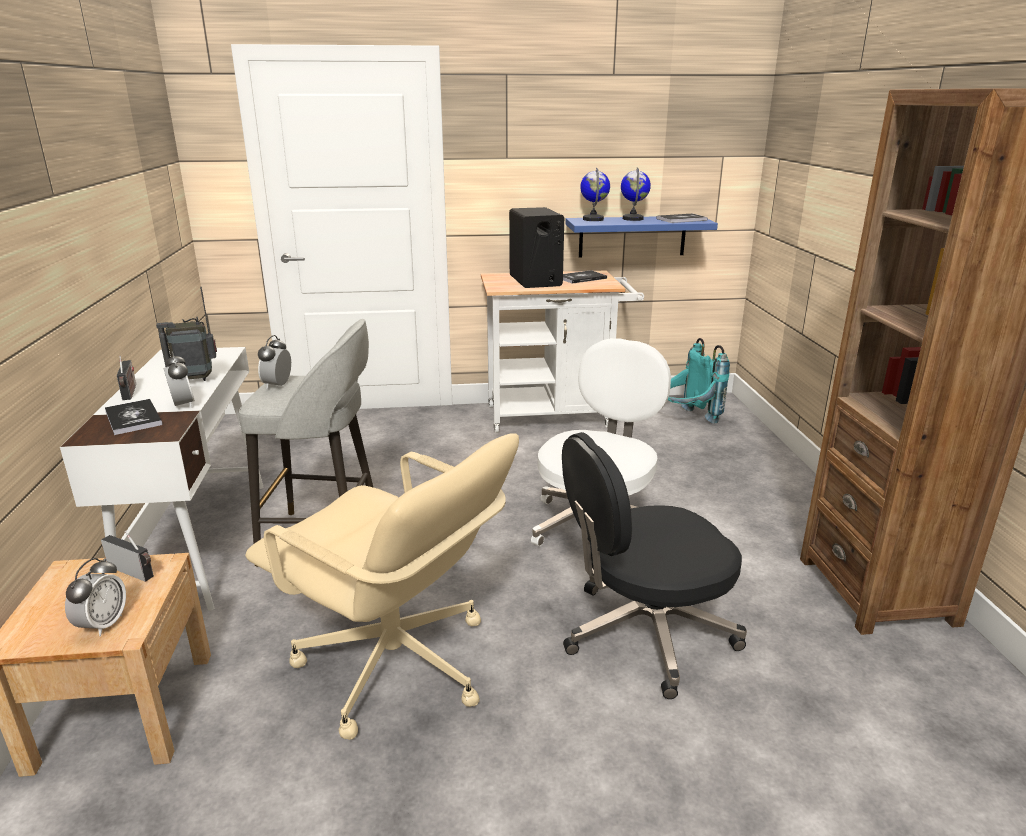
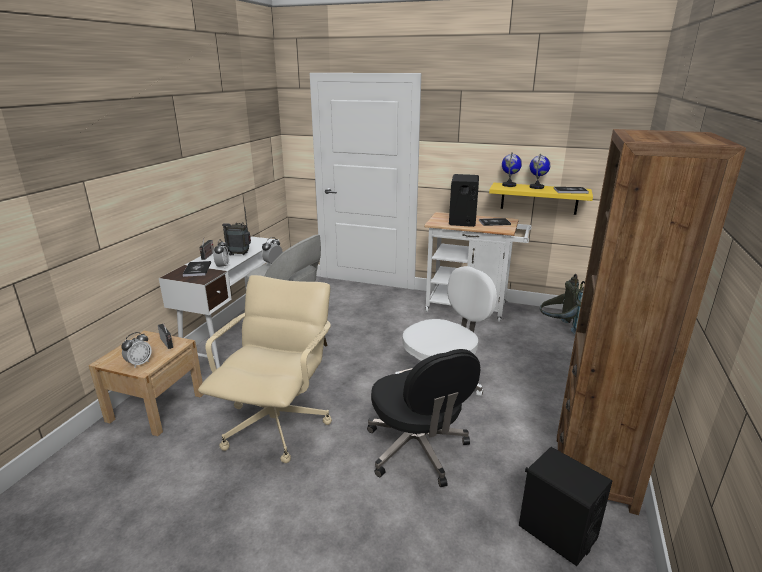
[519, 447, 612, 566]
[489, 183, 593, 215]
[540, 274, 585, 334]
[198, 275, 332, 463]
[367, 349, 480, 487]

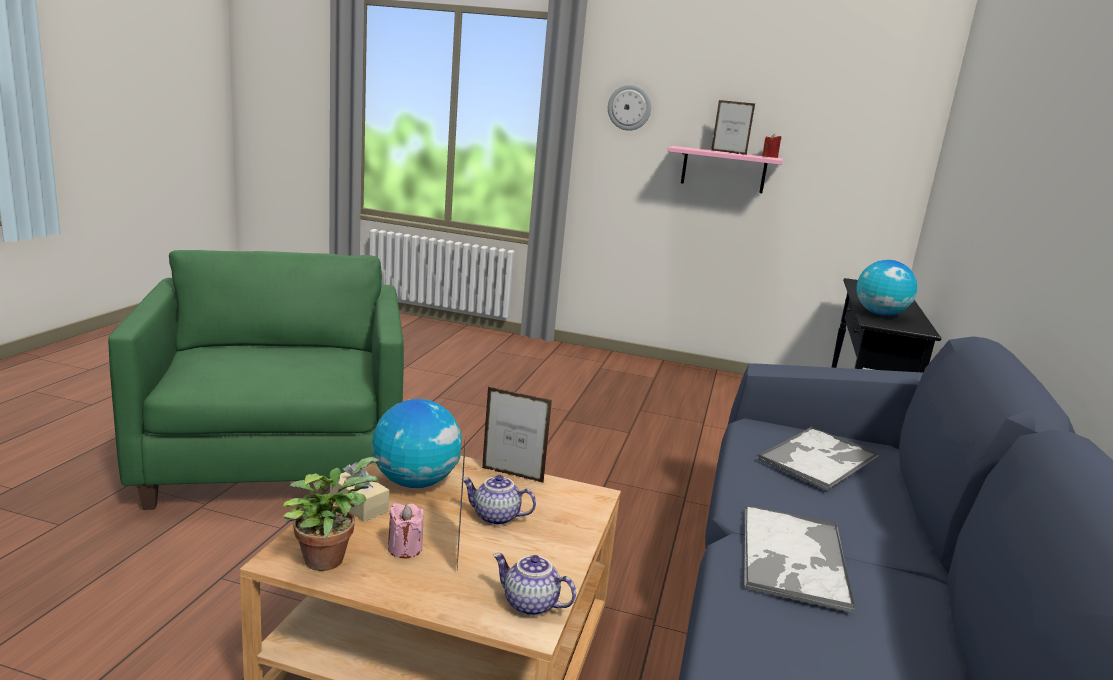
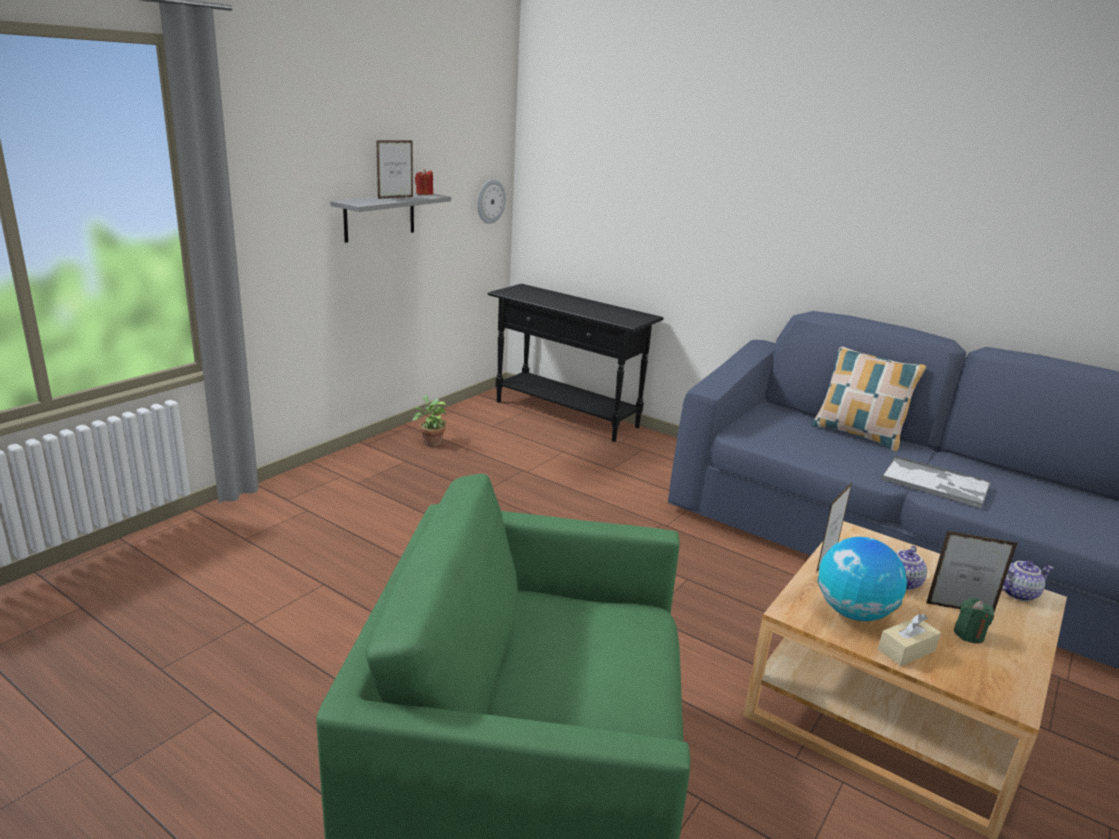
[757, 427, 878, 491] (first image)
[856, 260, 917, 316] (first image)
[812, 347, 927, 452]
[413, 395, 448, 446]
[477, 179, 506, 224]
[954, 598, 994, 644]
[330, 193, 451, 243]
[1002, 561, 1054, 601]

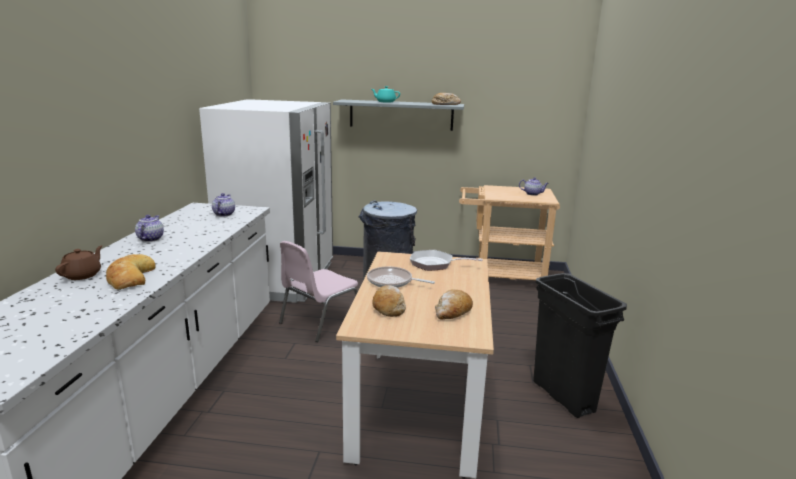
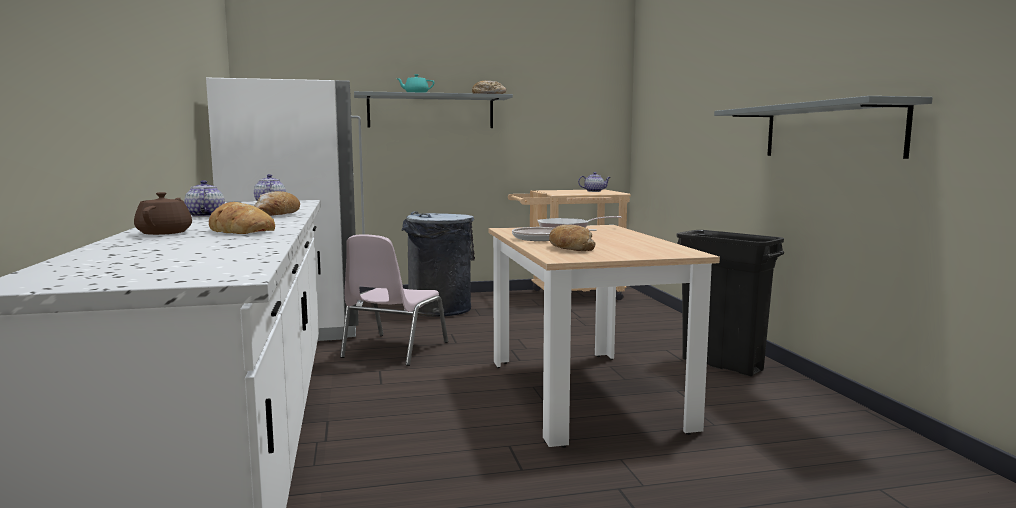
[714, 96, 933, 159]
[254, 191, 300, 216]

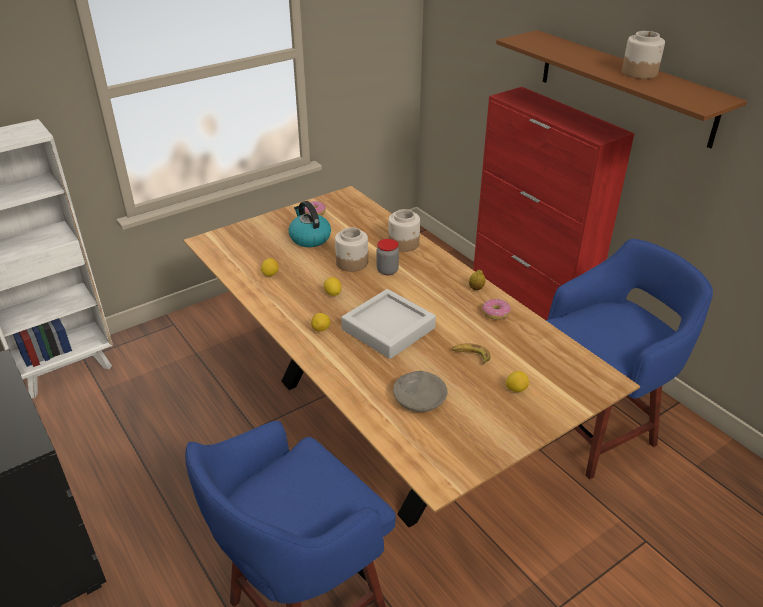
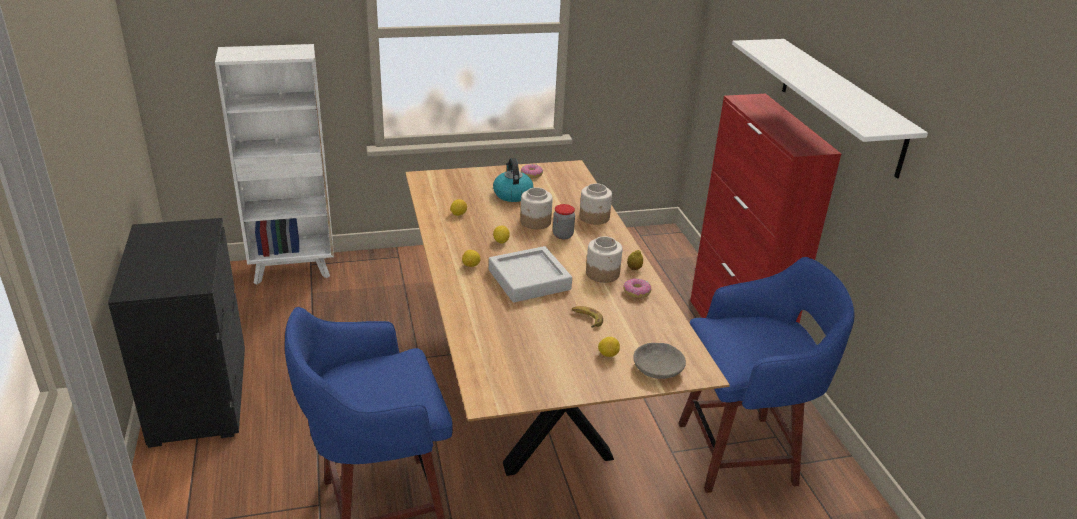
[633, 343, 686, 379]
[586, 236, 622, 283]
[732, 39, 928, 178]

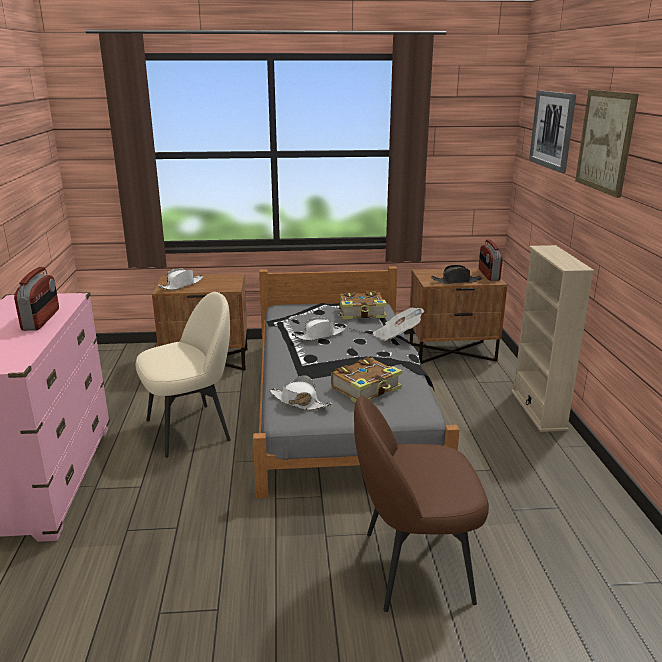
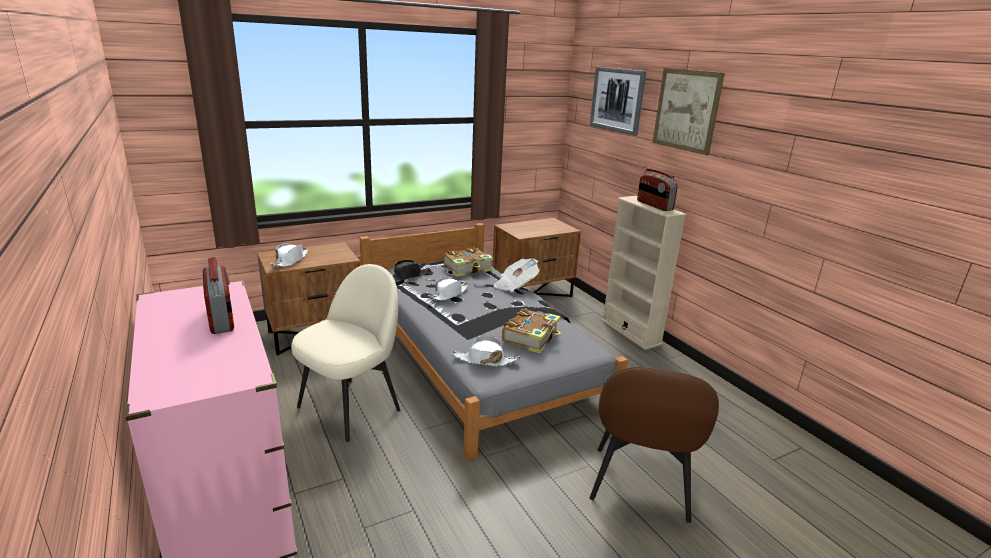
[392, 260, 431, 281]
[637, 168, 678, 211]
[590, 367, 719, 523]

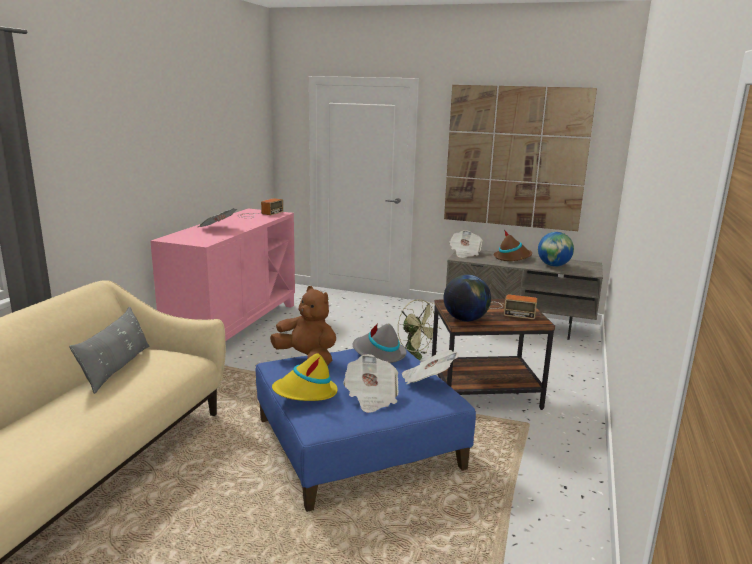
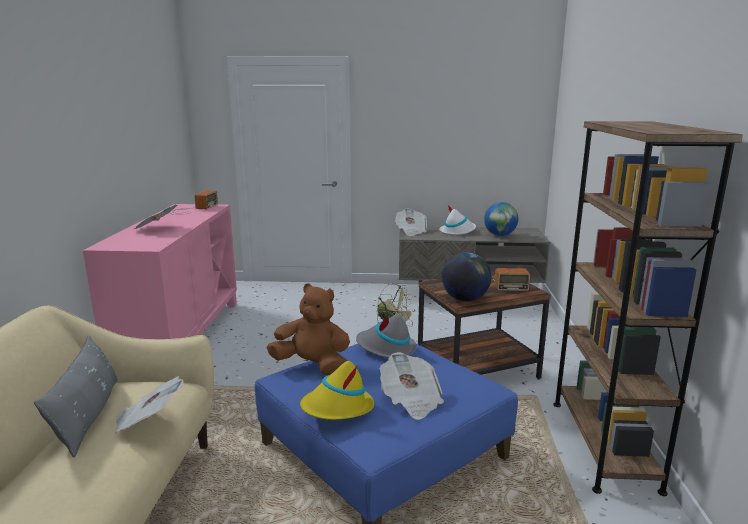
[444, 85, 597, 231] (first image)
[553, 121, 743, 496]
[115, 376, 184, 434]
[439, 205, 476, 235]

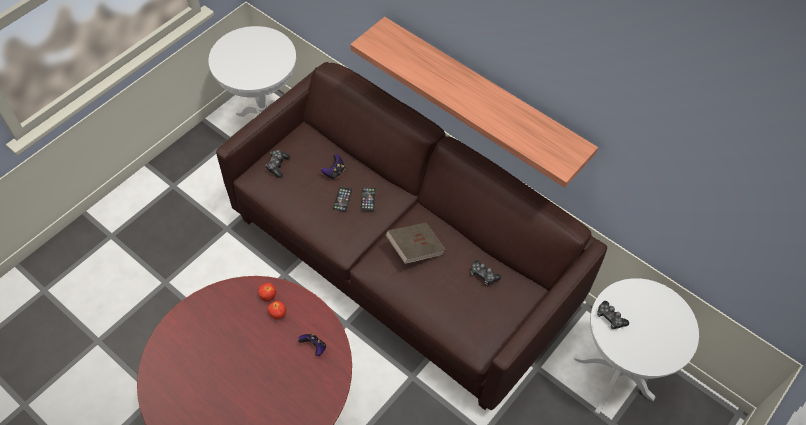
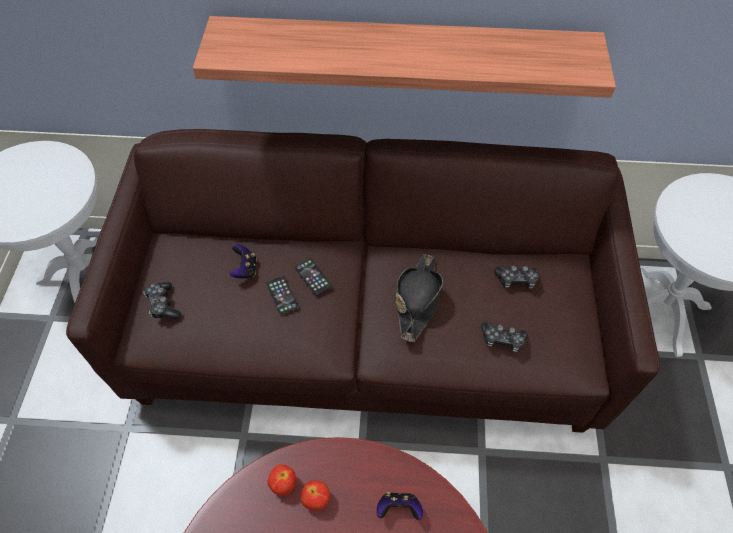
[481, 322, 528, 353]
[396, 254, 443, 342]

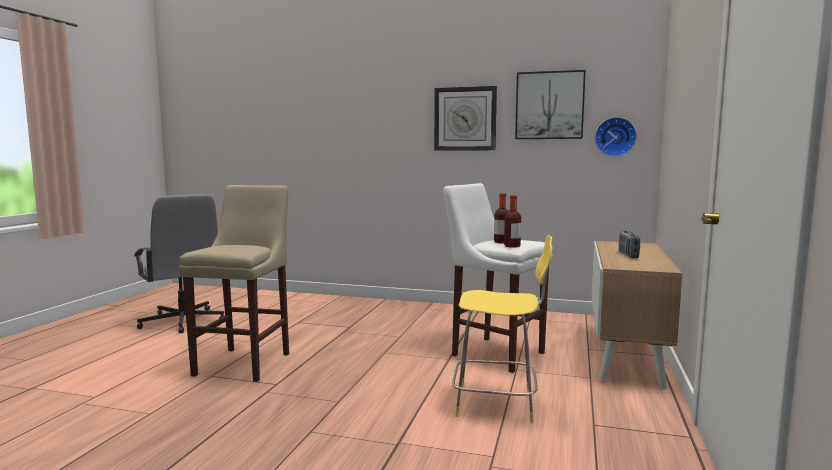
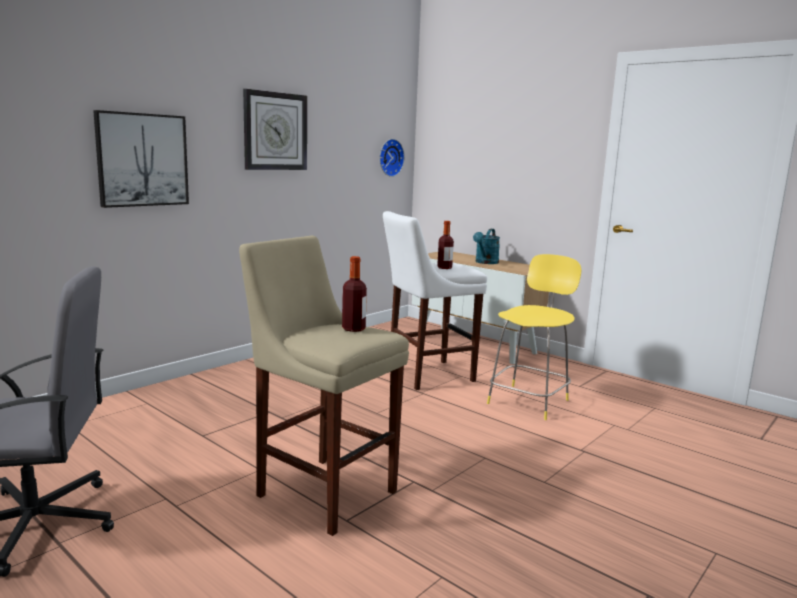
[342, 256, 367, 332]
[93, 110, 189, 208]
[473, 229, 500, 264]

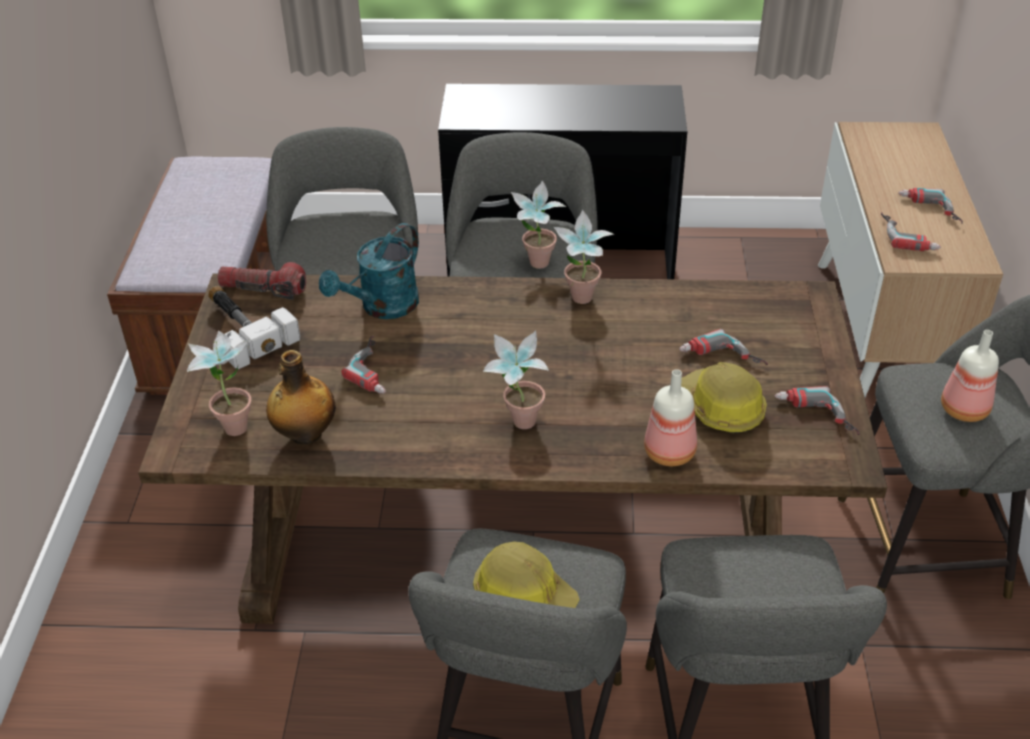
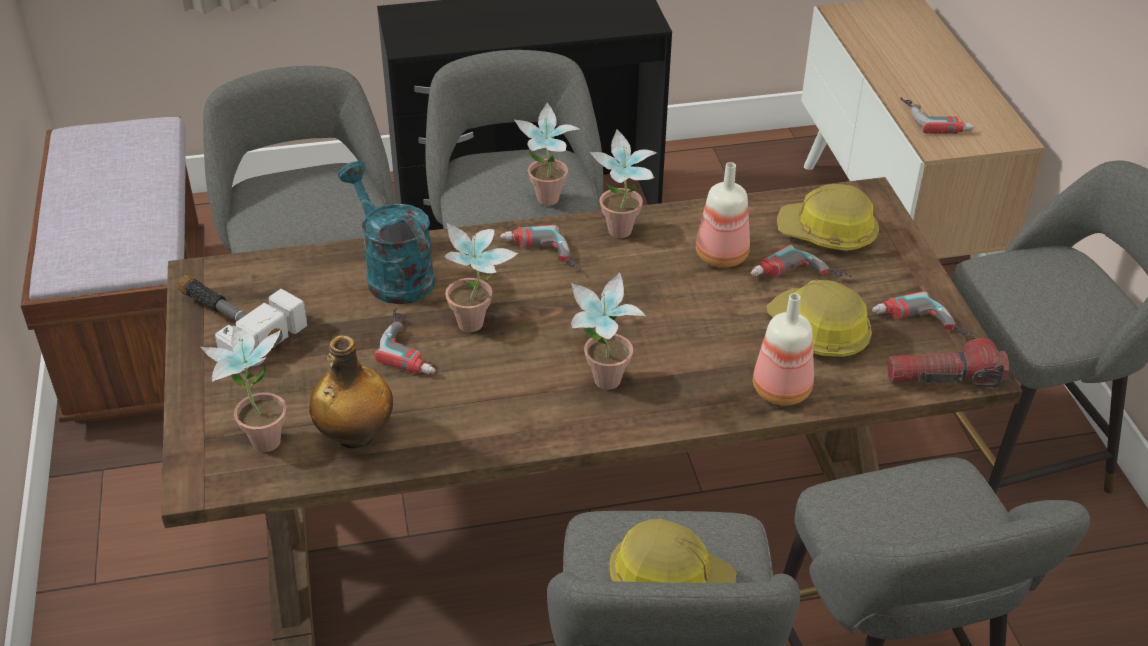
[445, 223, 518, 332]
[777, 184, 879, 251]
[887, 338, 1009, 388]
[500, 225, 581, 272]
[696, 162, 750, 268]
[338, 161, 435, 304]

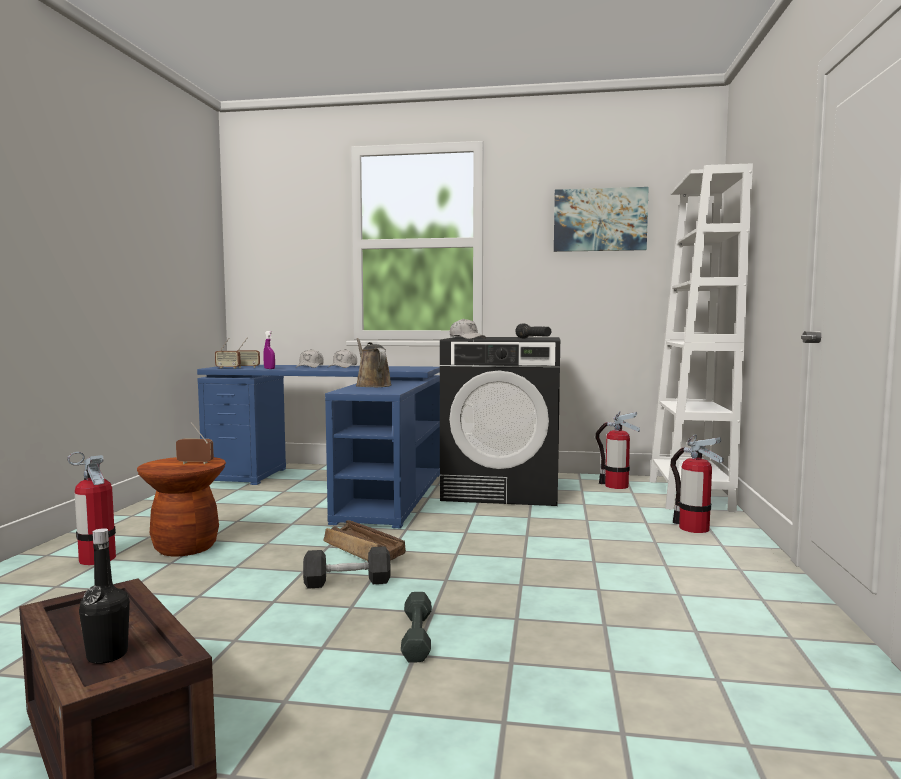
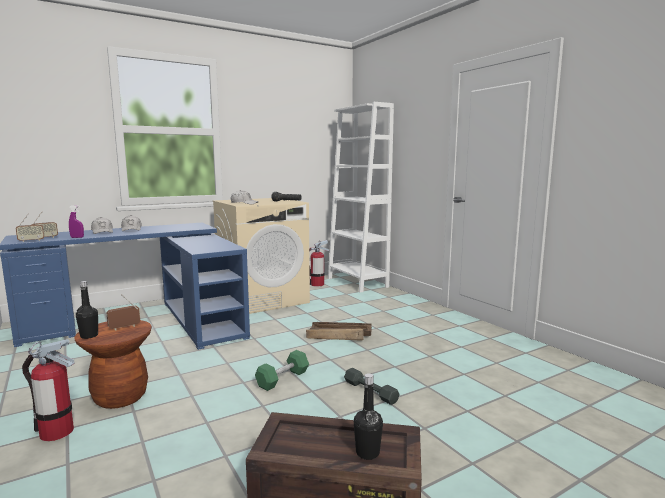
[356, 338, 391, 387] (first image)
[554, 187, 649, 252] (first image)
[670, 434, 724, 533] (first image)
[76, 281, 98, 339]
[306, 322, 372, 341]
[255, 350, 309, 391]
[213, 198, 310, 314]

